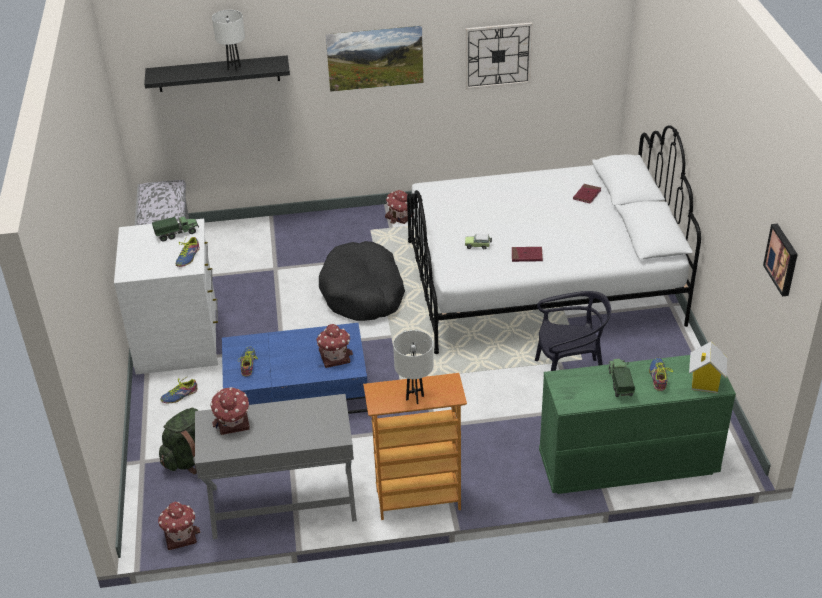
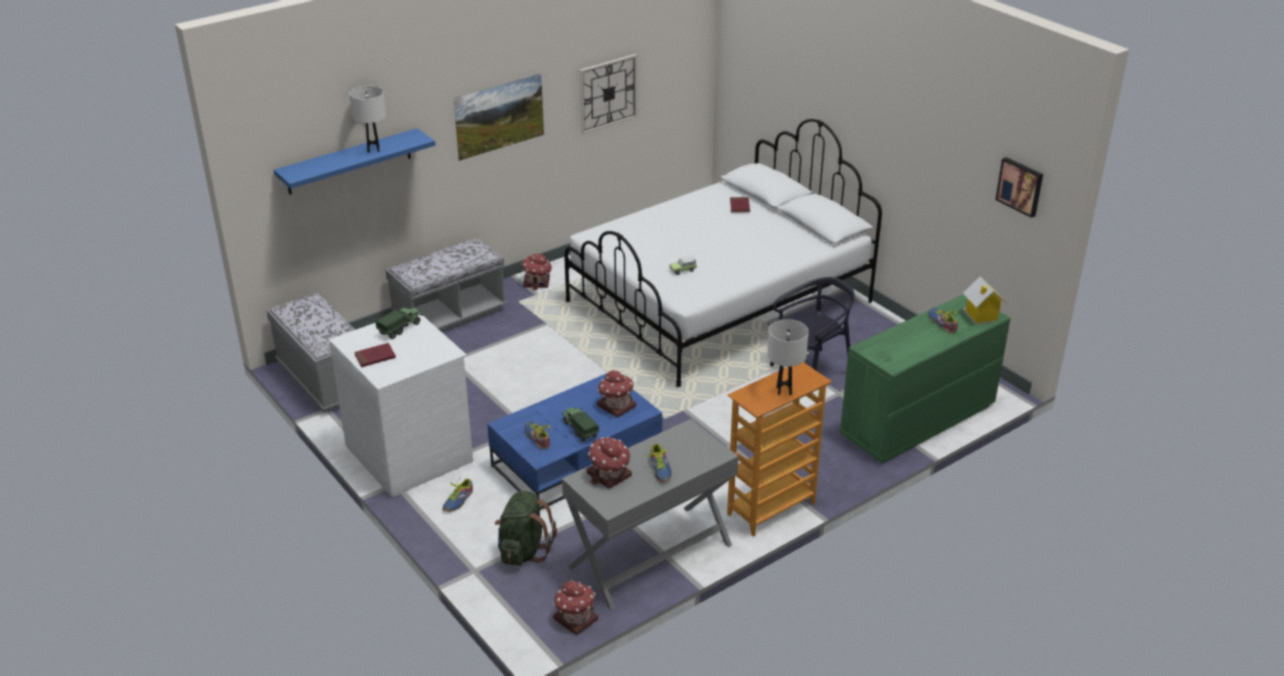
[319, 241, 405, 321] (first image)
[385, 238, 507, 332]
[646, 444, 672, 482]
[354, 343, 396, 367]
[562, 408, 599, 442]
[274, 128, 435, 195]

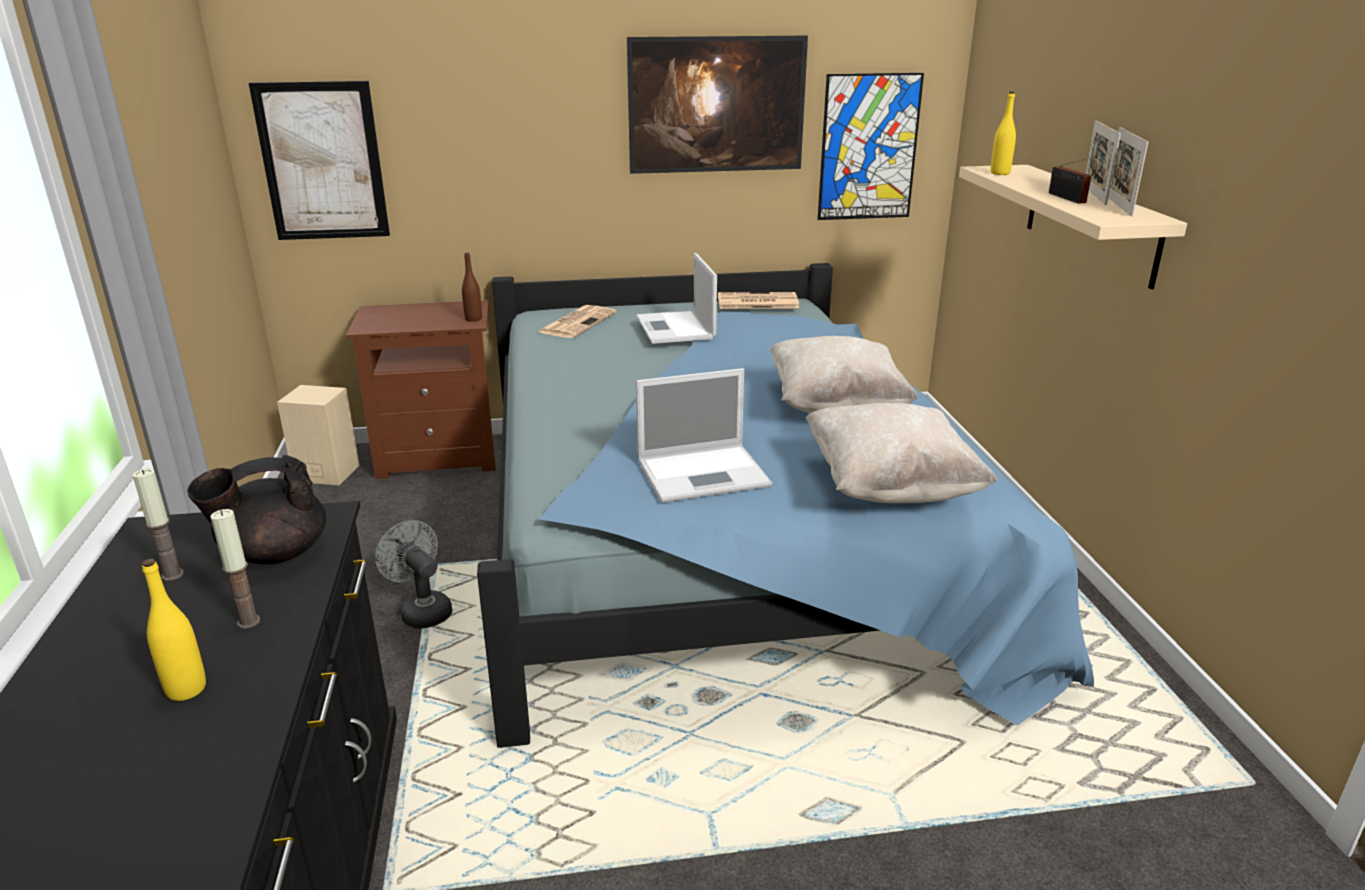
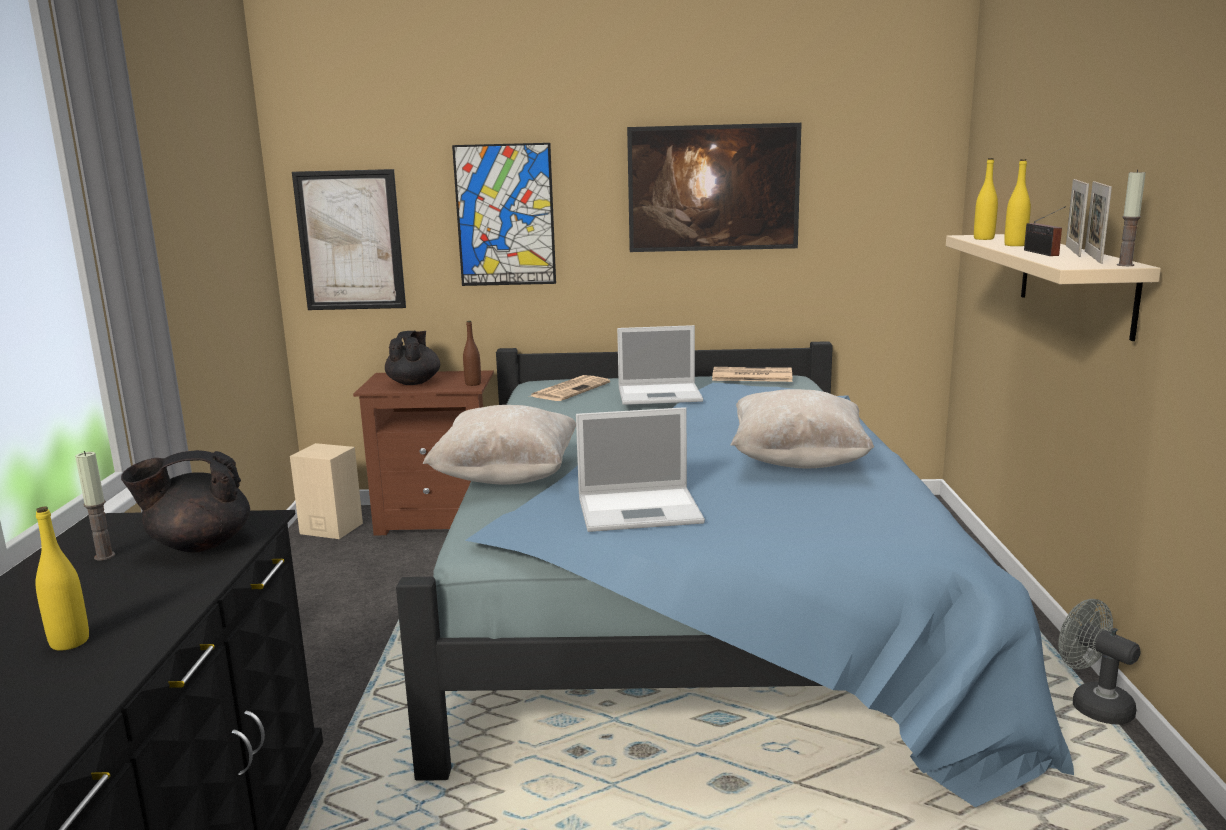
[385, 331, 440, 385]
[1004, 159, 1031, 246]
[1117, 169, 1146, 266]
[1058, 599, 1141, 724]
[423, 405, 576, 484]
[452, 143, 556, 286]
[617, 325, 703, 405]

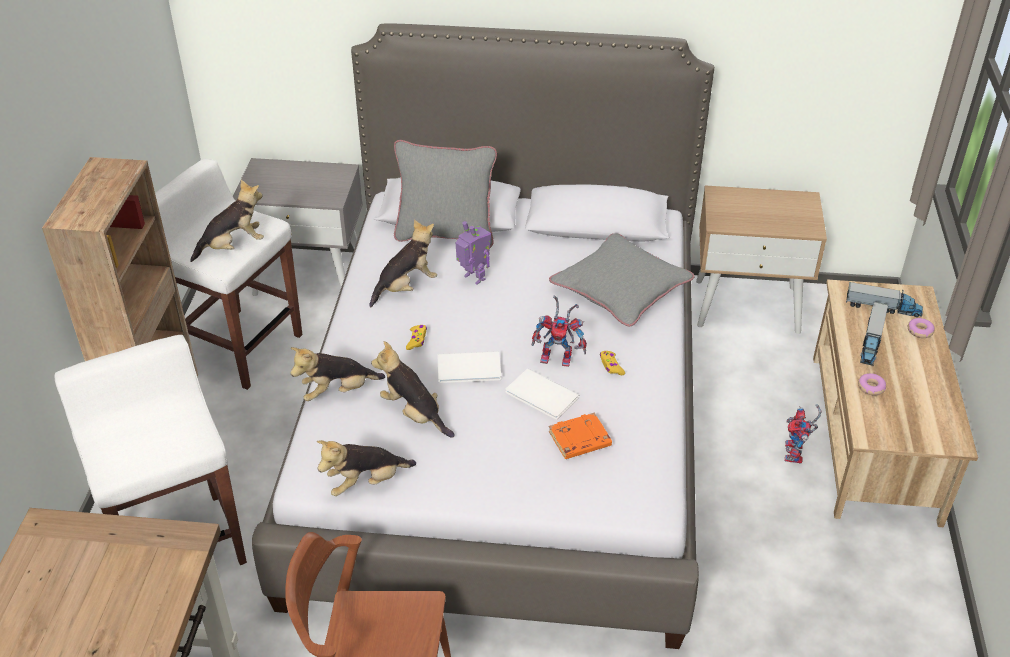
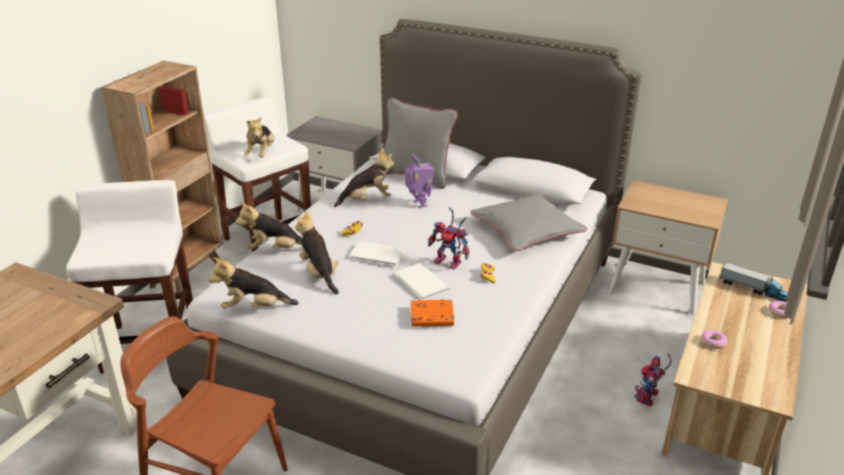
[860, 301, 888, 366] (first image)
[244, 117, 274, 157]

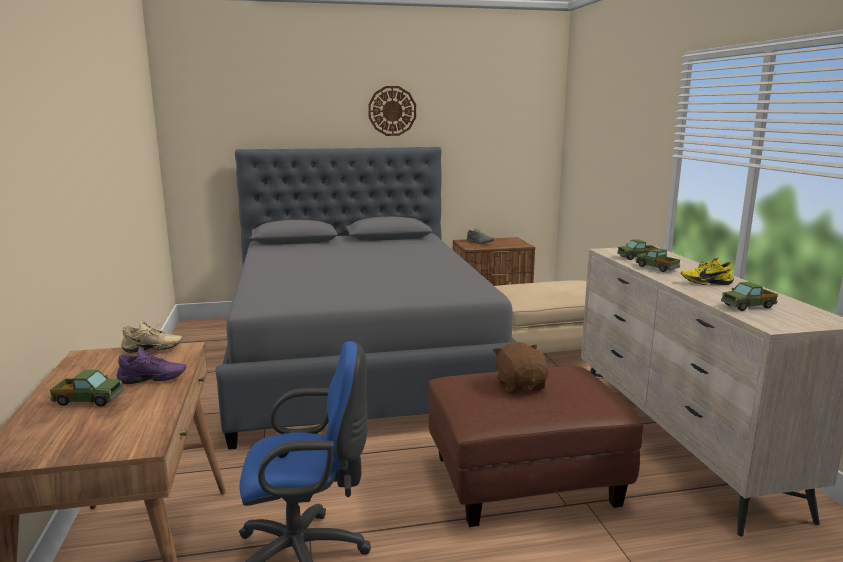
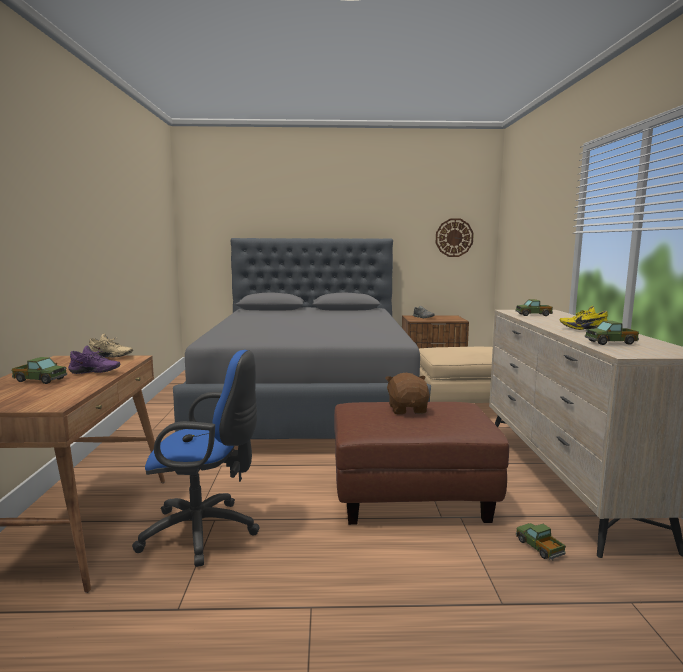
[436, 218, 474, 257]
[516, 523, 566, 560]

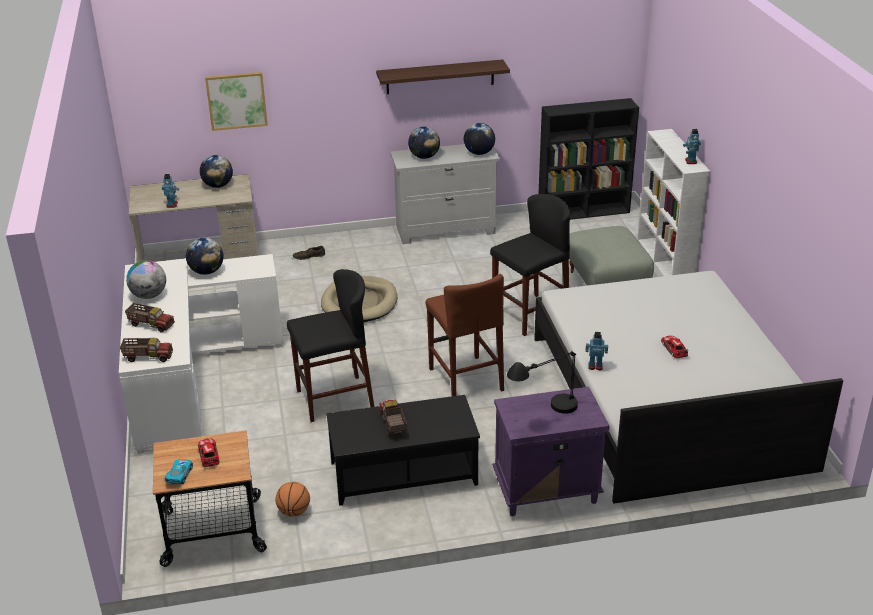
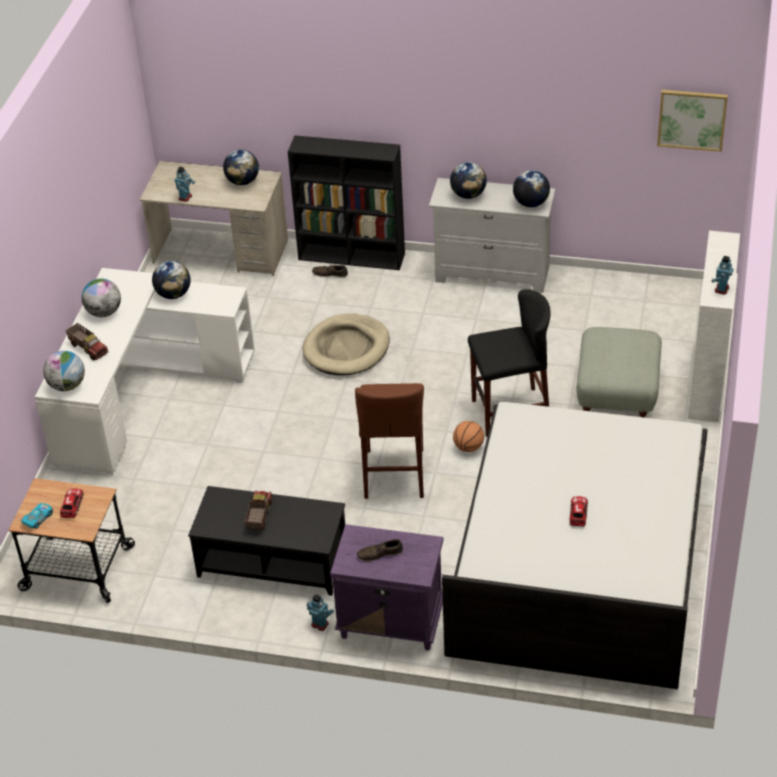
[287, 269, 374, 422] (first image)
[376, 59, 510, 94] (first image)
[657, 90, 728, 152]
[453, 421, 484, 452]
[288, 135, 405, 270]
[307, 594, 334, 631]
[43, 351, 85, 391]
[357, 539, 403, 562]

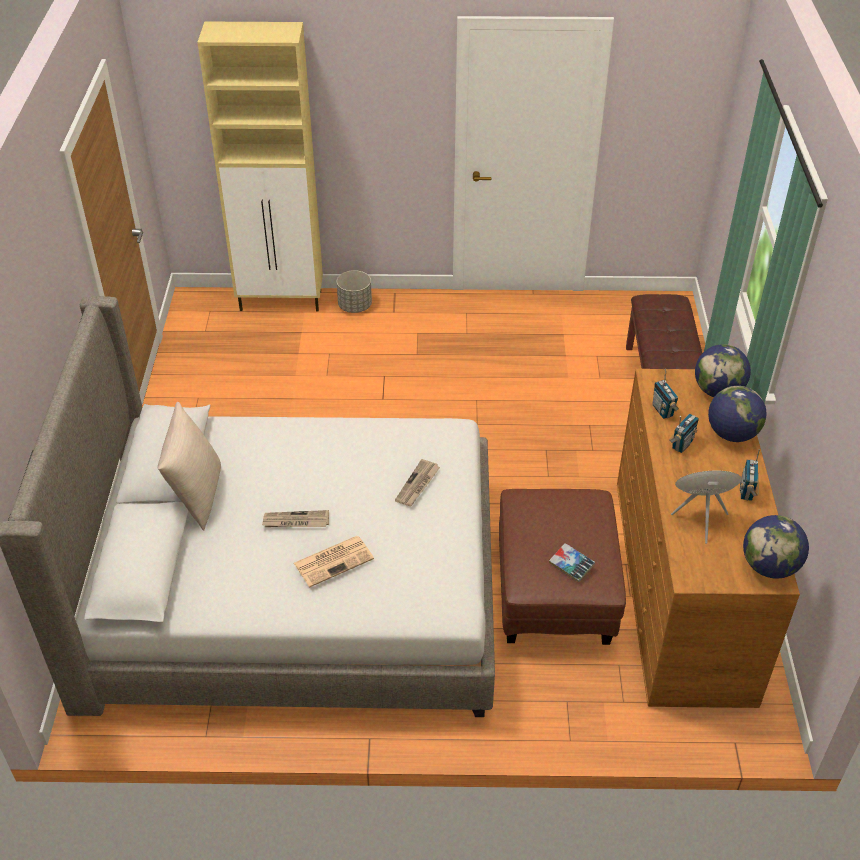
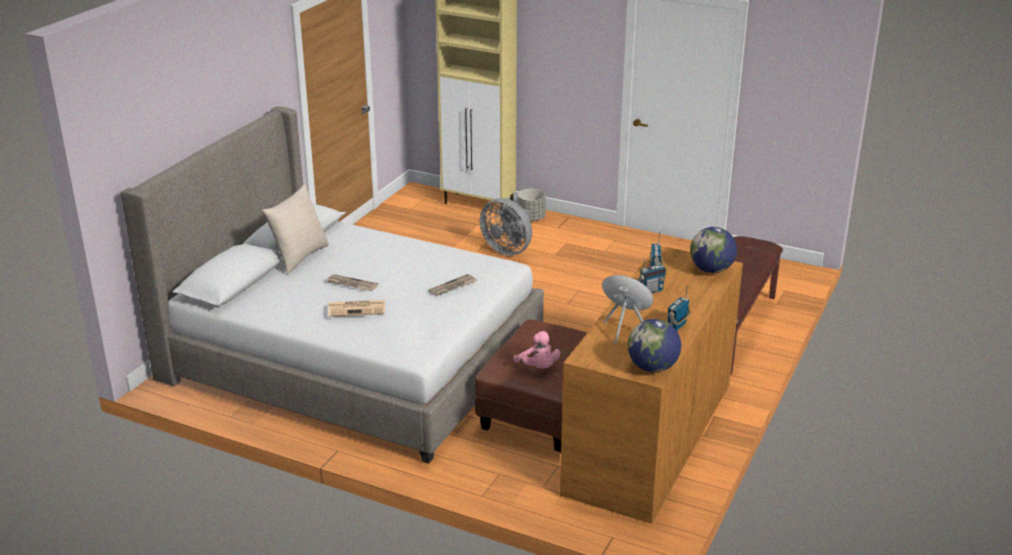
[708, 386, 767, 442] (first image)
[480, 198, 532, 256]
[514, 331, 561, 368]

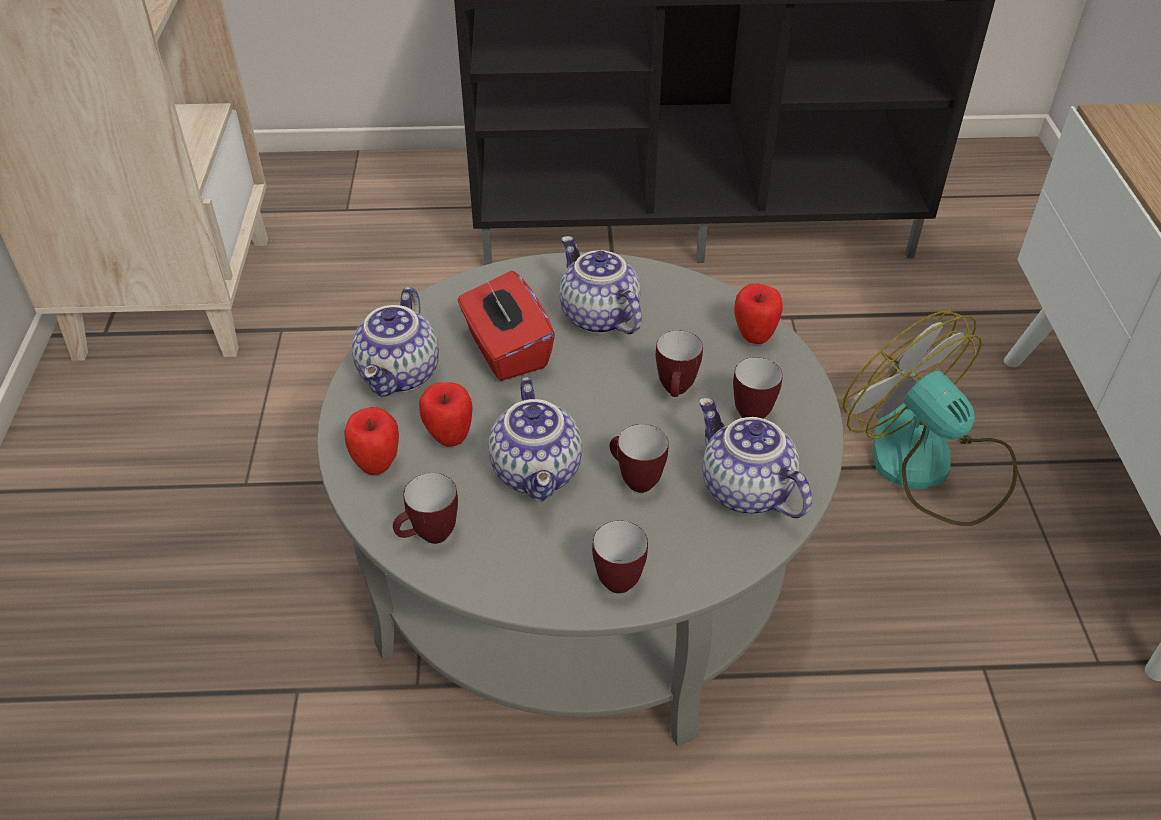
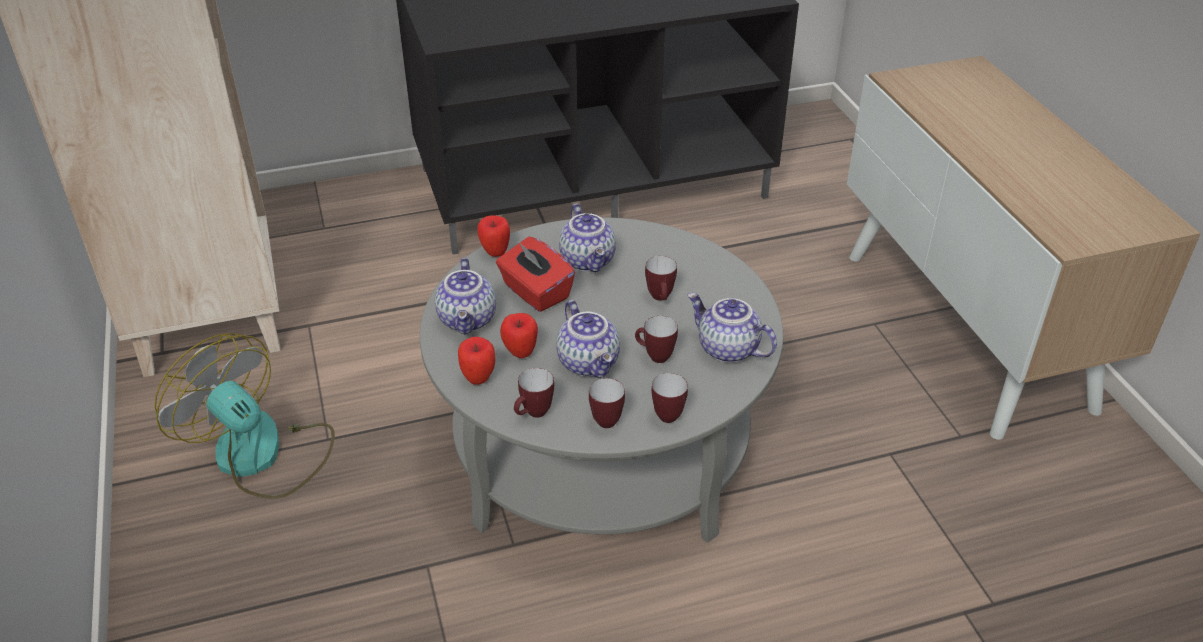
[589, 378, 625, 428]
[477, 215, 510, 257]
[155, 333, 335, 499]
[559, 203, 616, 272]

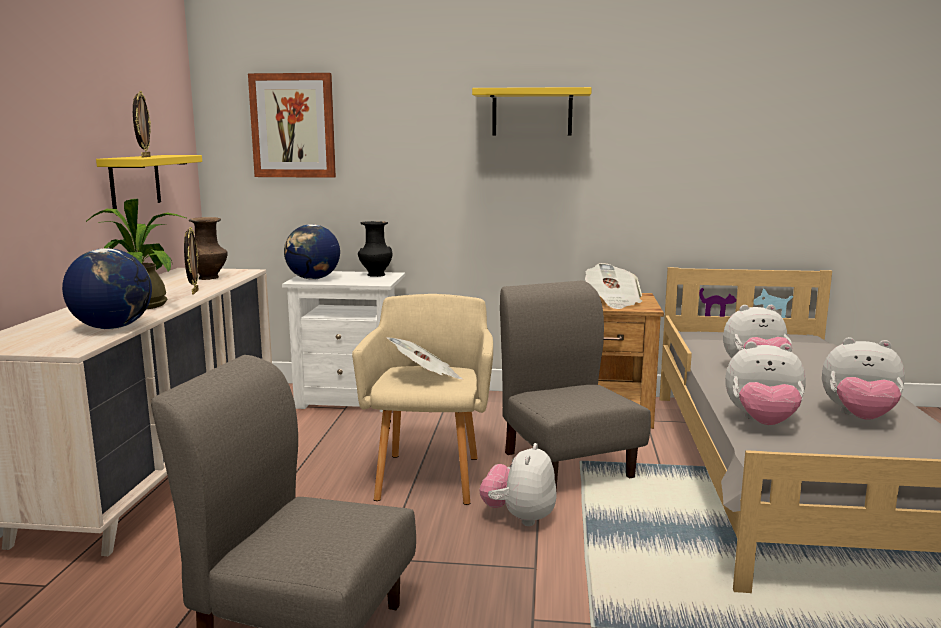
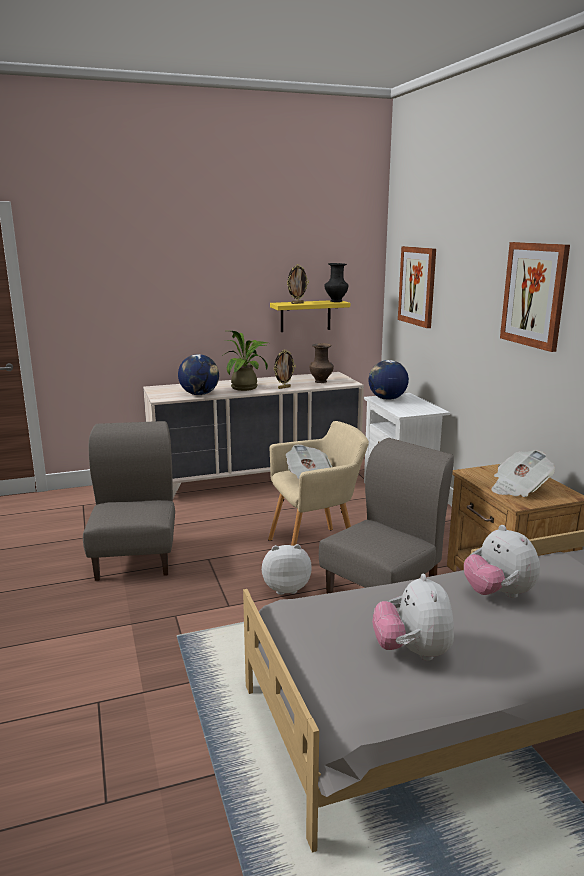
[725, 341, 806, 425] (first image)
[324, 263, 348, 302]
[500, 242, 570, 352]

